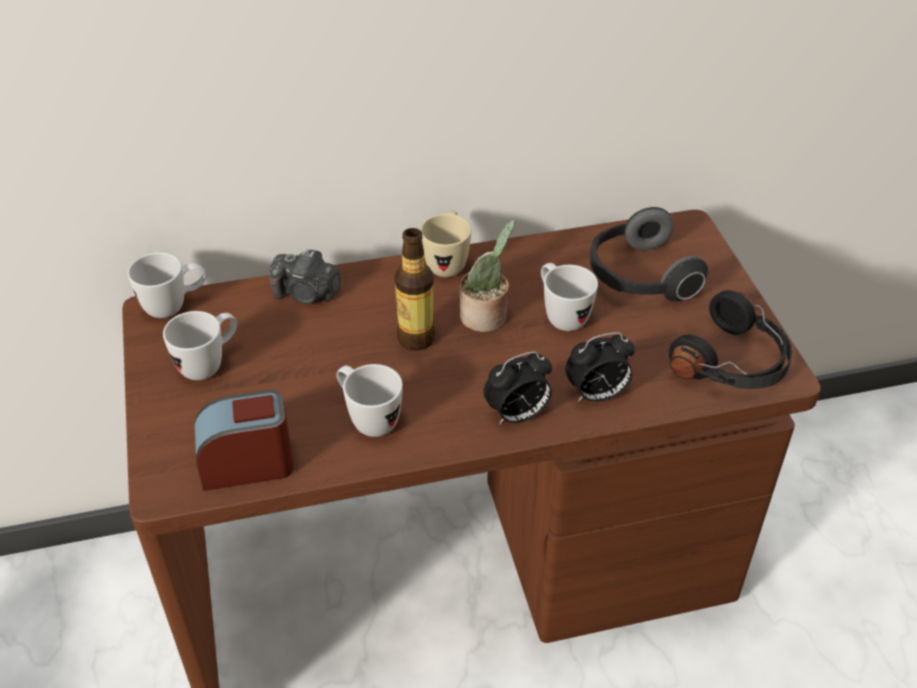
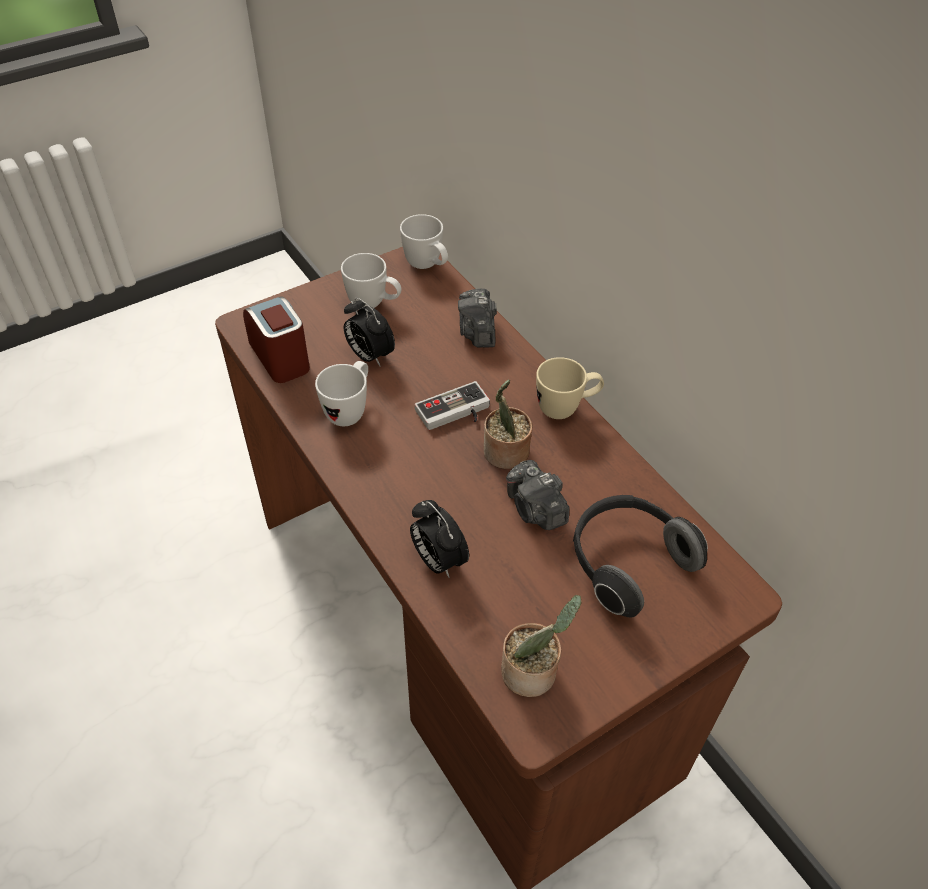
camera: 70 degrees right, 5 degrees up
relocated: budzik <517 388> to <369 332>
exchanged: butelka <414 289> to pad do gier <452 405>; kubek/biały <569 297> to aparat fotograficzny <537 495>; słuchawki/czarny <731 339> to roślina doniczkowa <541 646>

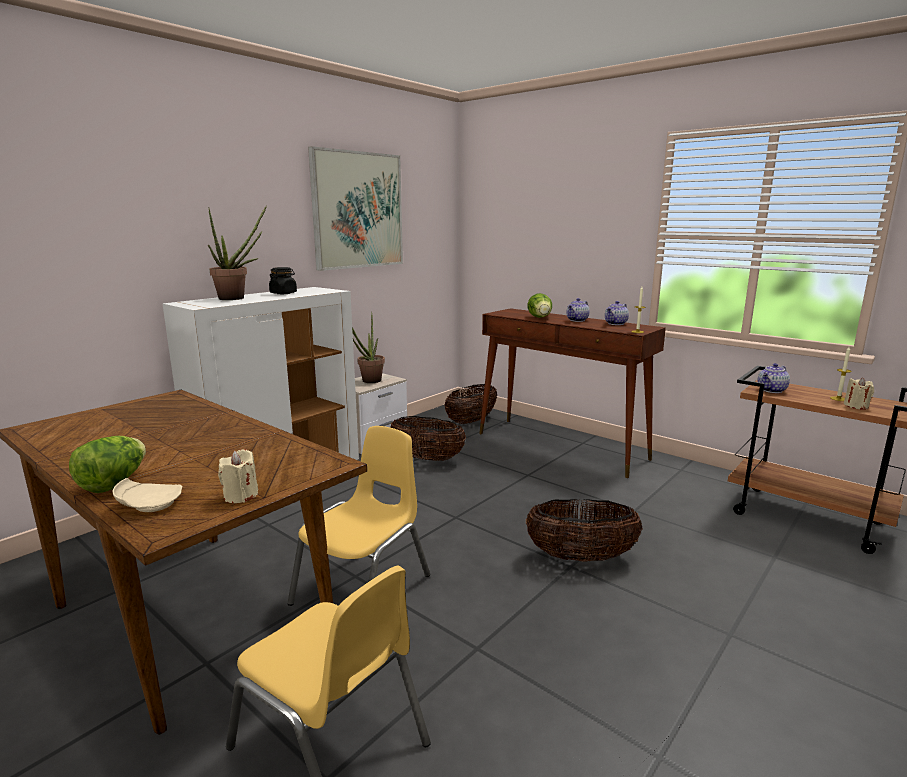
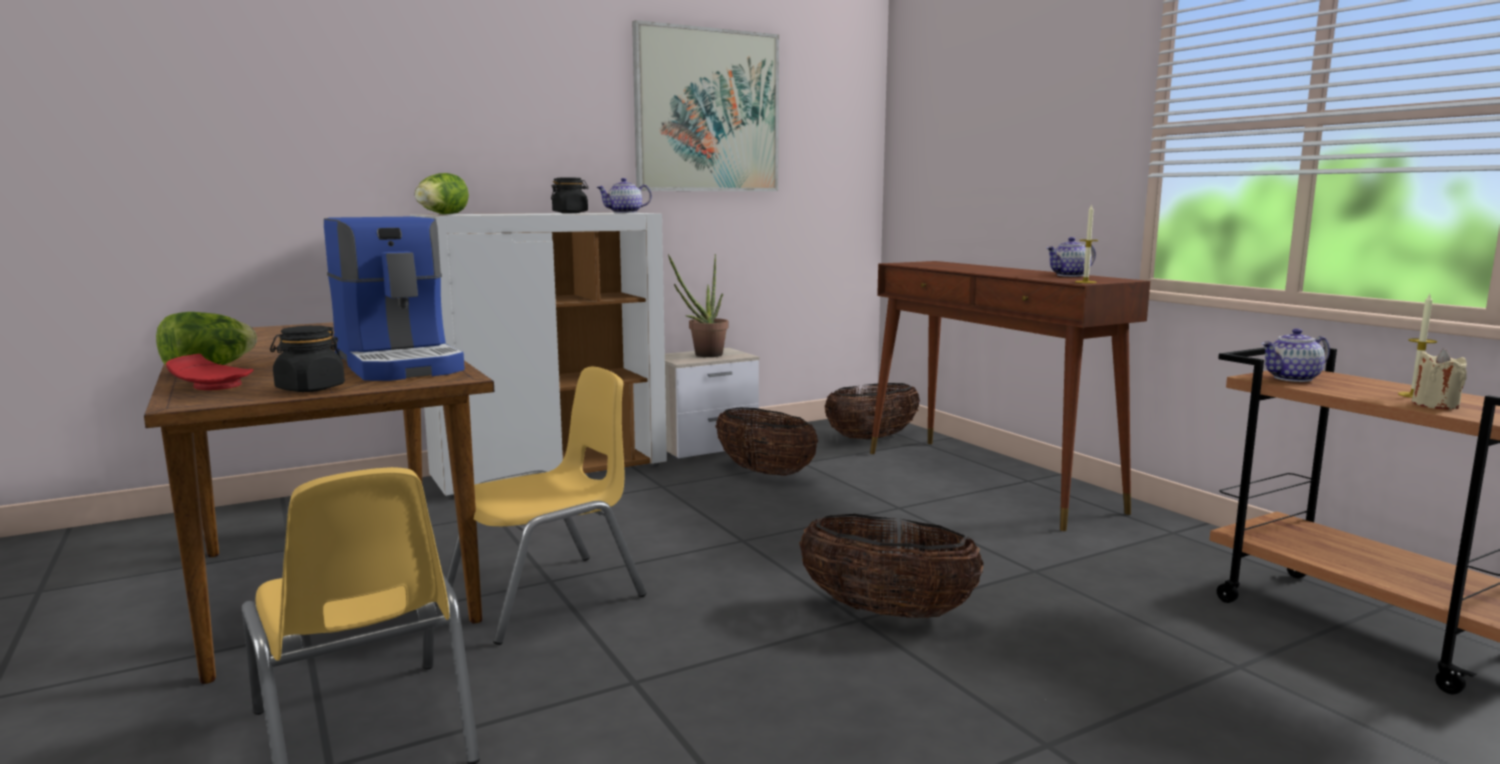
camera: 20 degrees right, 5 degrees down
missing: roślina doniczkowa <237 252>
appeared: ekspres do kawy <394 299>
relocated: sałata <539 305> to <442 193>; imbryk <577 310> to <624 195>
exchanged: świeca/beżowy <238 476> to słoik/czarny <307 359>
colour: talerz/beżowy <147 495> to talerz/czerwony <210 372>

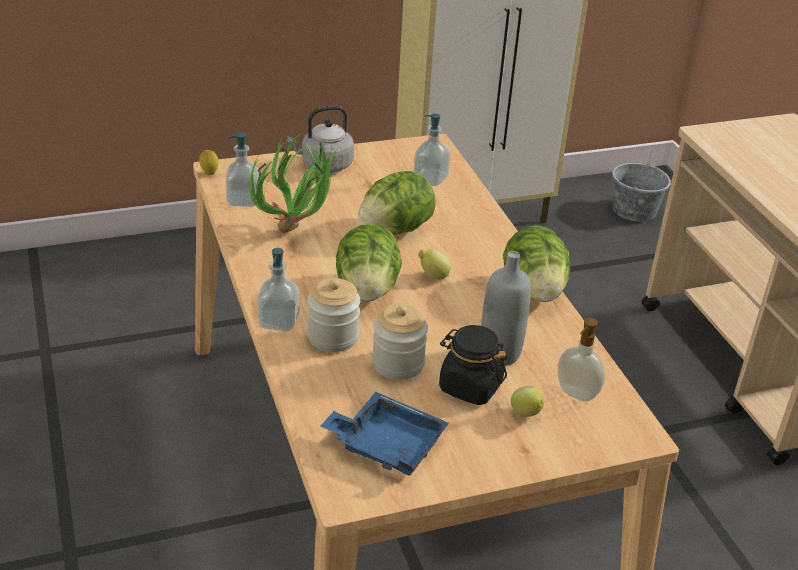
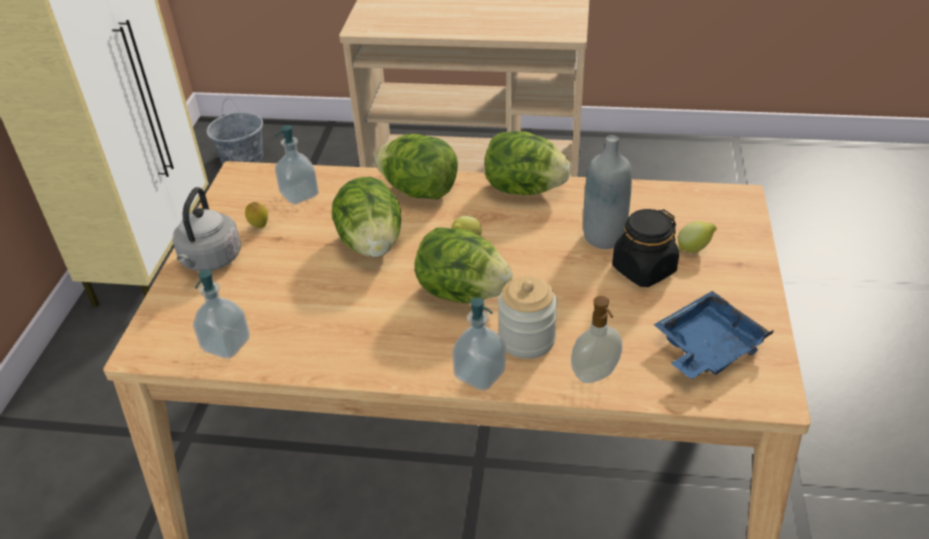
camera: 60 degrees left, 5 degrees up
missing: roślina doniczkowa <293 183>; słoik <400 341>
appeared: sałata <416 166>
relocated: cytryna <209 162> to <256 215>; dozownik mydła <581 360> to <596 339>

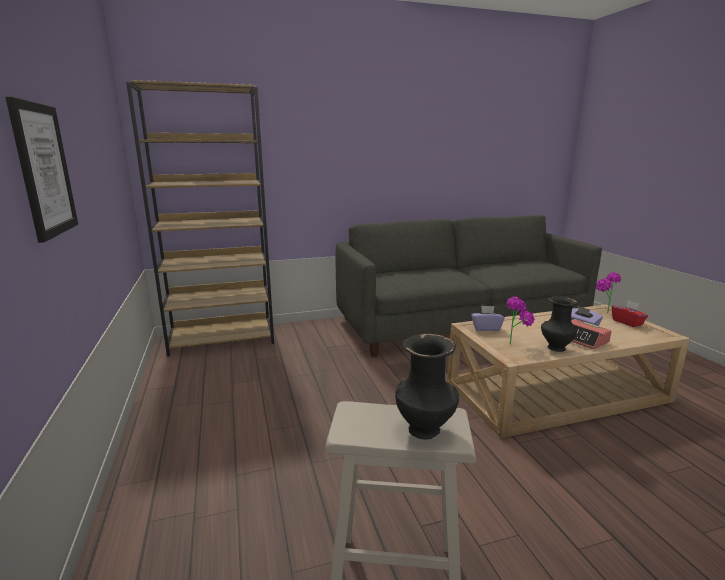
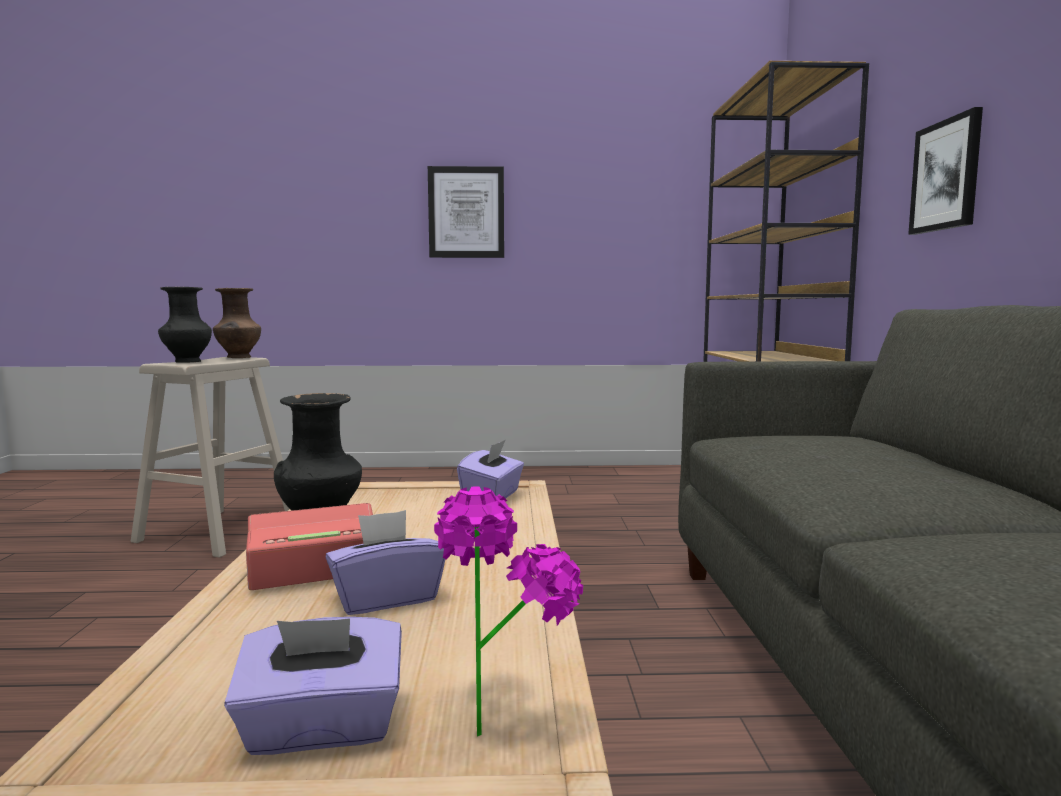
camera: 105 degrees right, 10 degrees down
missing: roślina doniczkowa <520 320>
appeared: wazon/brązowy <237 323>; obraz <945 171>
colour: pudełko chusteczek/czerwony <630 313> to pudełko chusteczek/fioletowy <313 686>

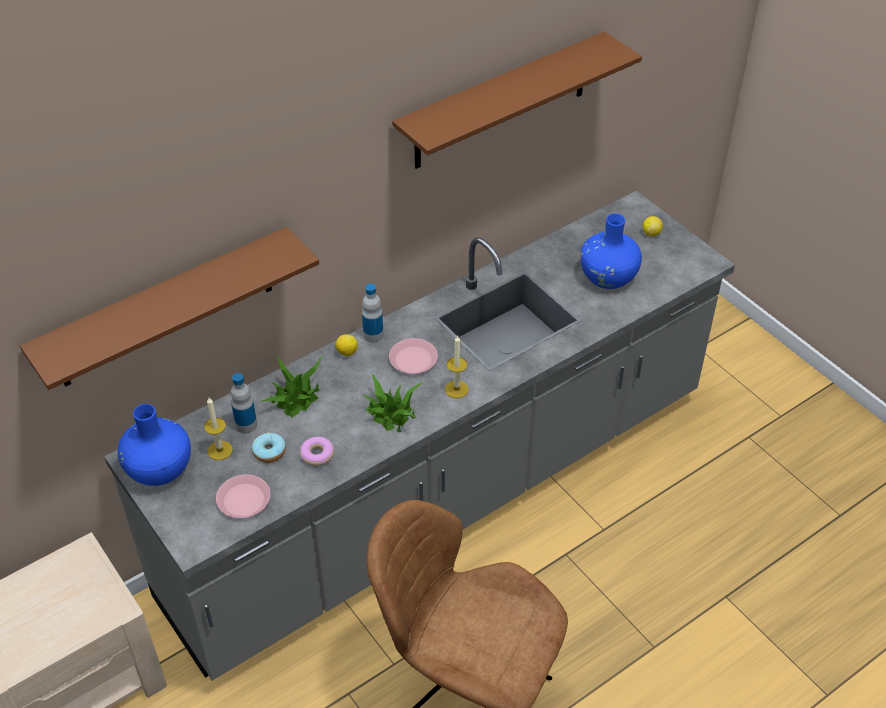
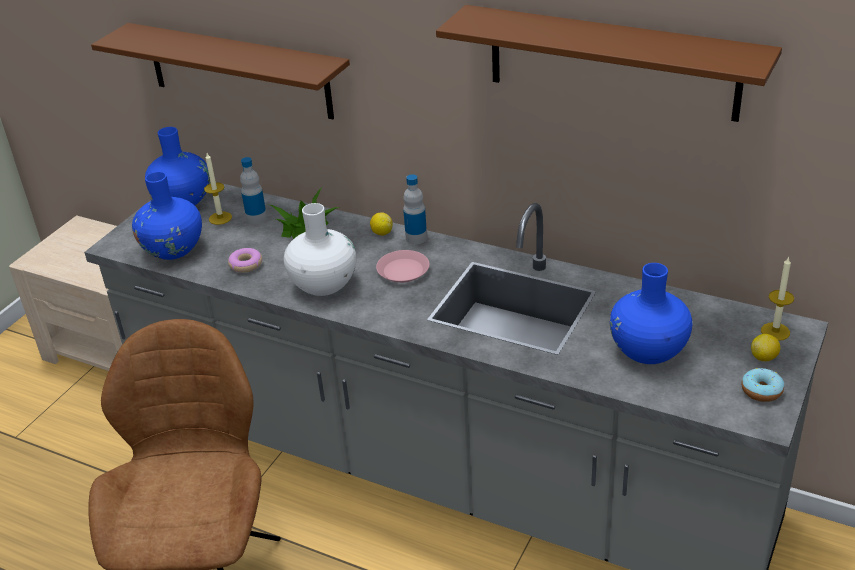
camera: 65 degrees right, 10 degrees down
relocated: donut <269 448> to <763 385>; świeca <457 366> to <777 298>
exchanged: talerz/różowy <243 496> to wazon/niebieski <167 216>; roślina doniczkowa <393 403> to wazon/biały <320 249>

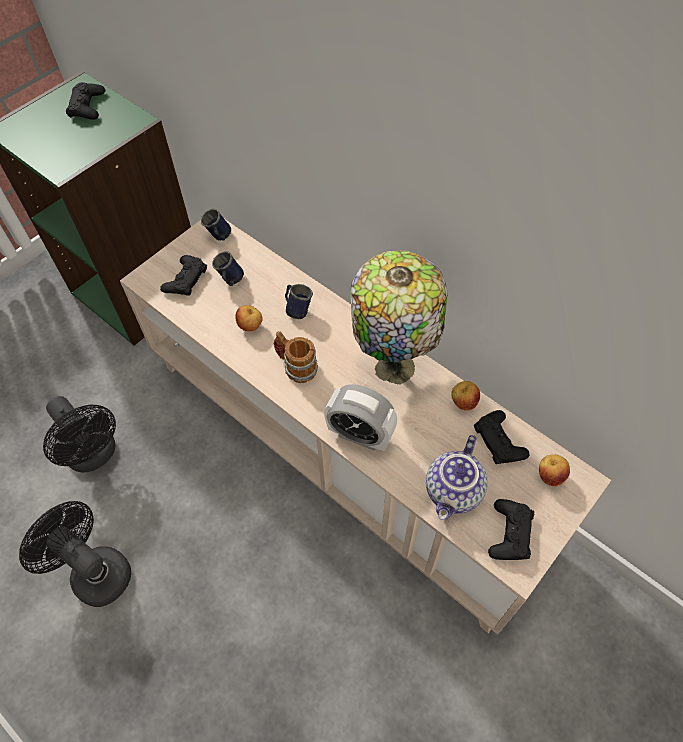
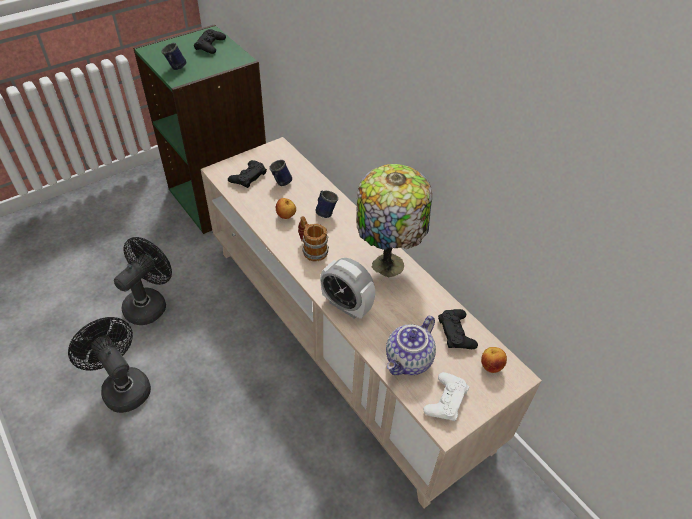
camera: 10 degrees right, 10 degrees down
missing: jabłko <465 396>
relocated: kubek/niebieski <216 225> to <174 56>
colour: pad do gier/czarny <511 529> to pad do gier/biały <446 396>
spun: wentylator/czarny <79 434> = <143 281> 120 degrees counterclockwise

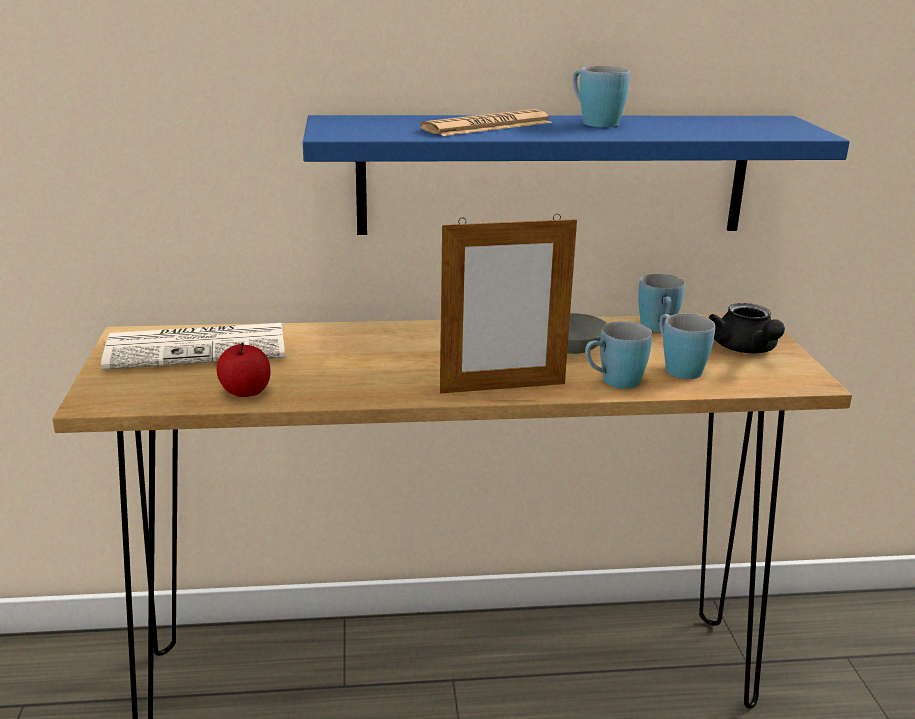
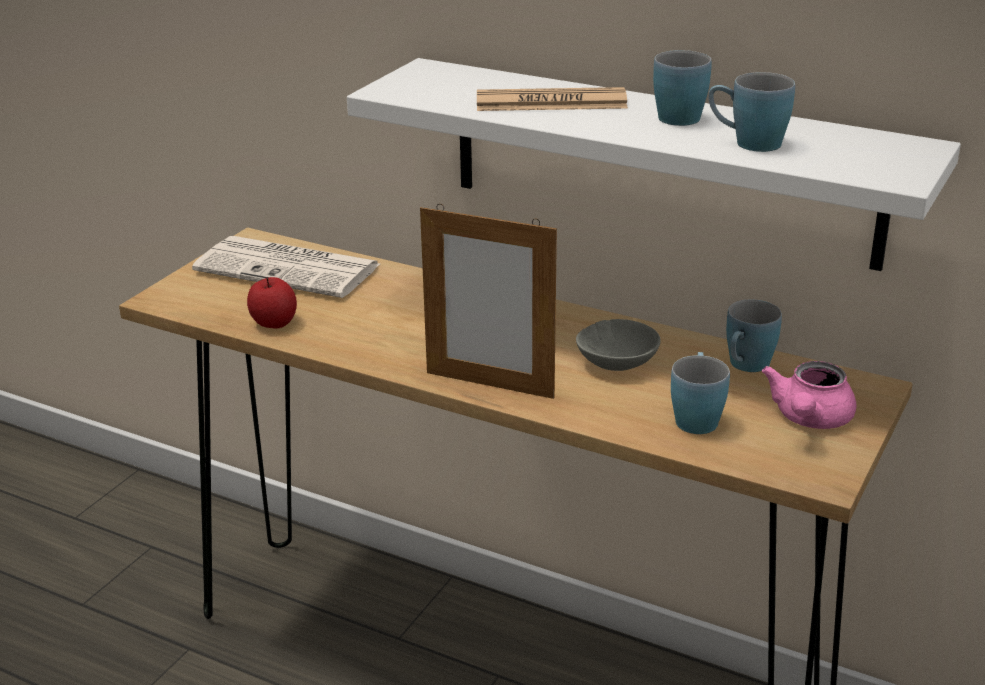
camera: 35 degrees right, 5 degrees up
relocated: kubek/niebieski <618 355> to <752 112>
colour: półka/niebieski <576 175> to półka/biały <654 164>; imbryk/czarny <747 328> to imbryk/różowy <809 395>

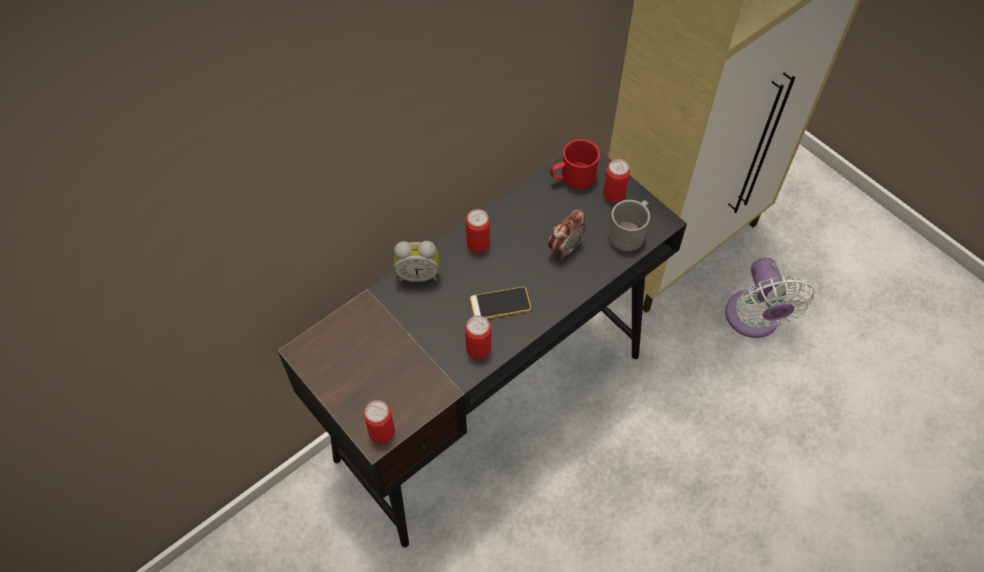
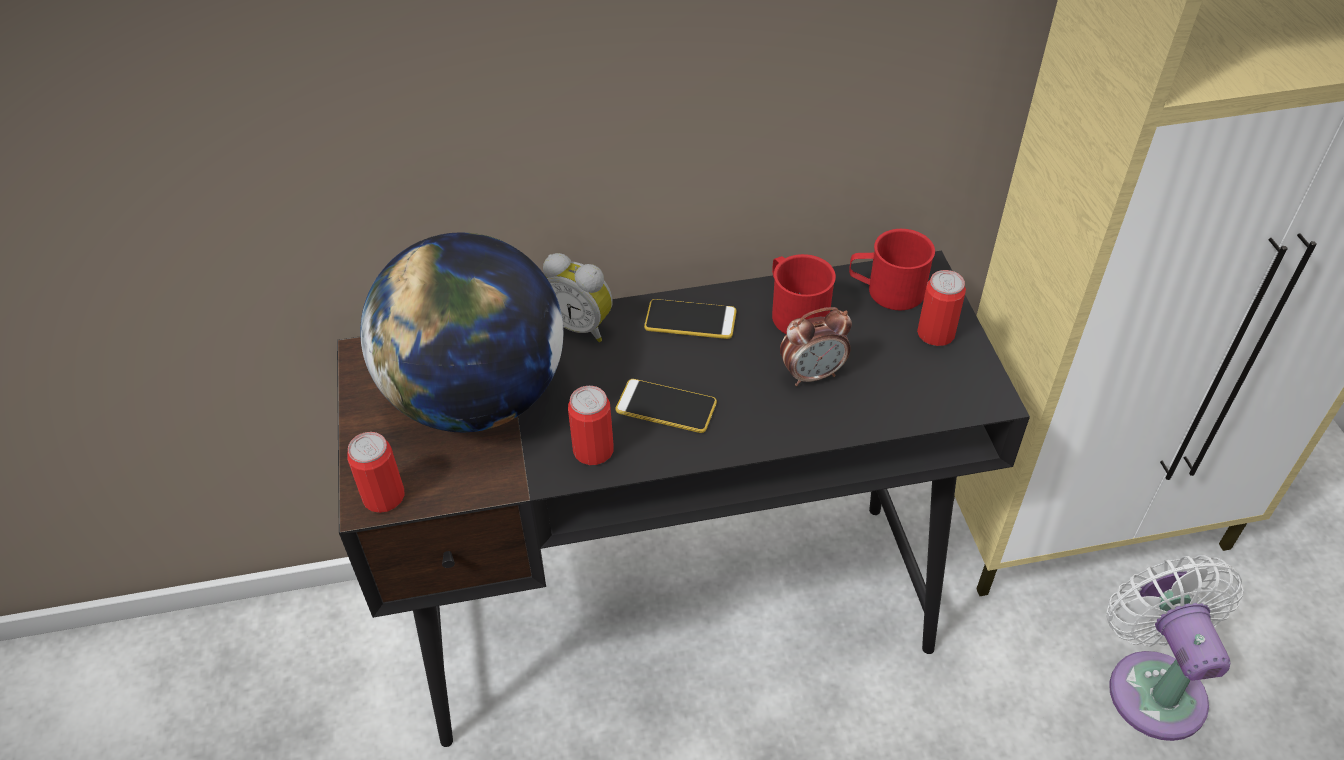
camera: 30 degrees right, 10 degrees down
missing: kubek/szary <629 225>
appeared: globus <461 332>; kubek/czerwony <804 294>
exchanged: puszka <478 231> to telefon <690 319>
spun: wentylator/biały <770 298> = <1175 648> 150 degrees clockwise

